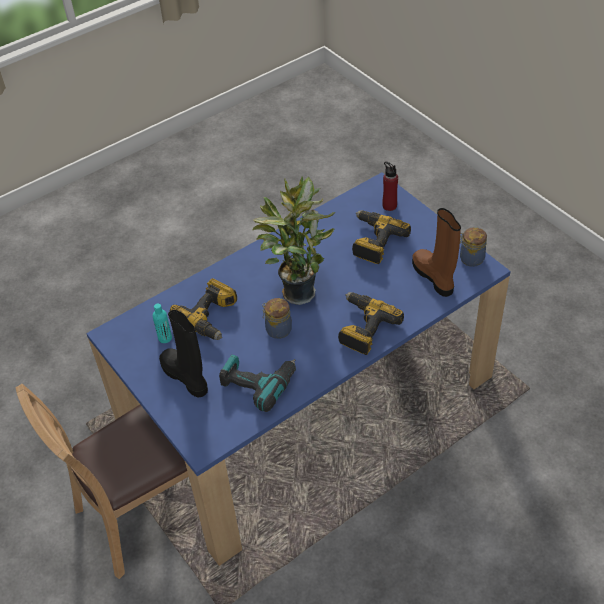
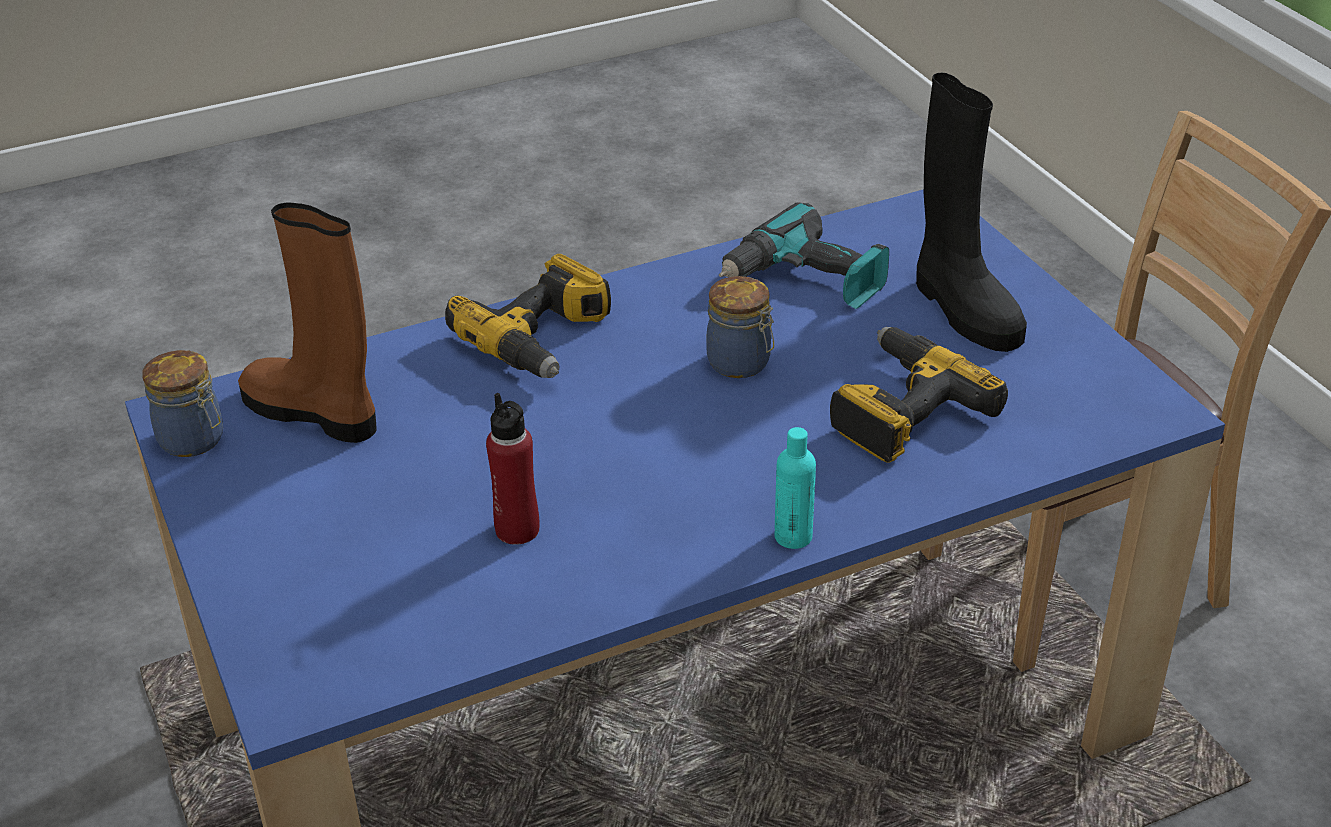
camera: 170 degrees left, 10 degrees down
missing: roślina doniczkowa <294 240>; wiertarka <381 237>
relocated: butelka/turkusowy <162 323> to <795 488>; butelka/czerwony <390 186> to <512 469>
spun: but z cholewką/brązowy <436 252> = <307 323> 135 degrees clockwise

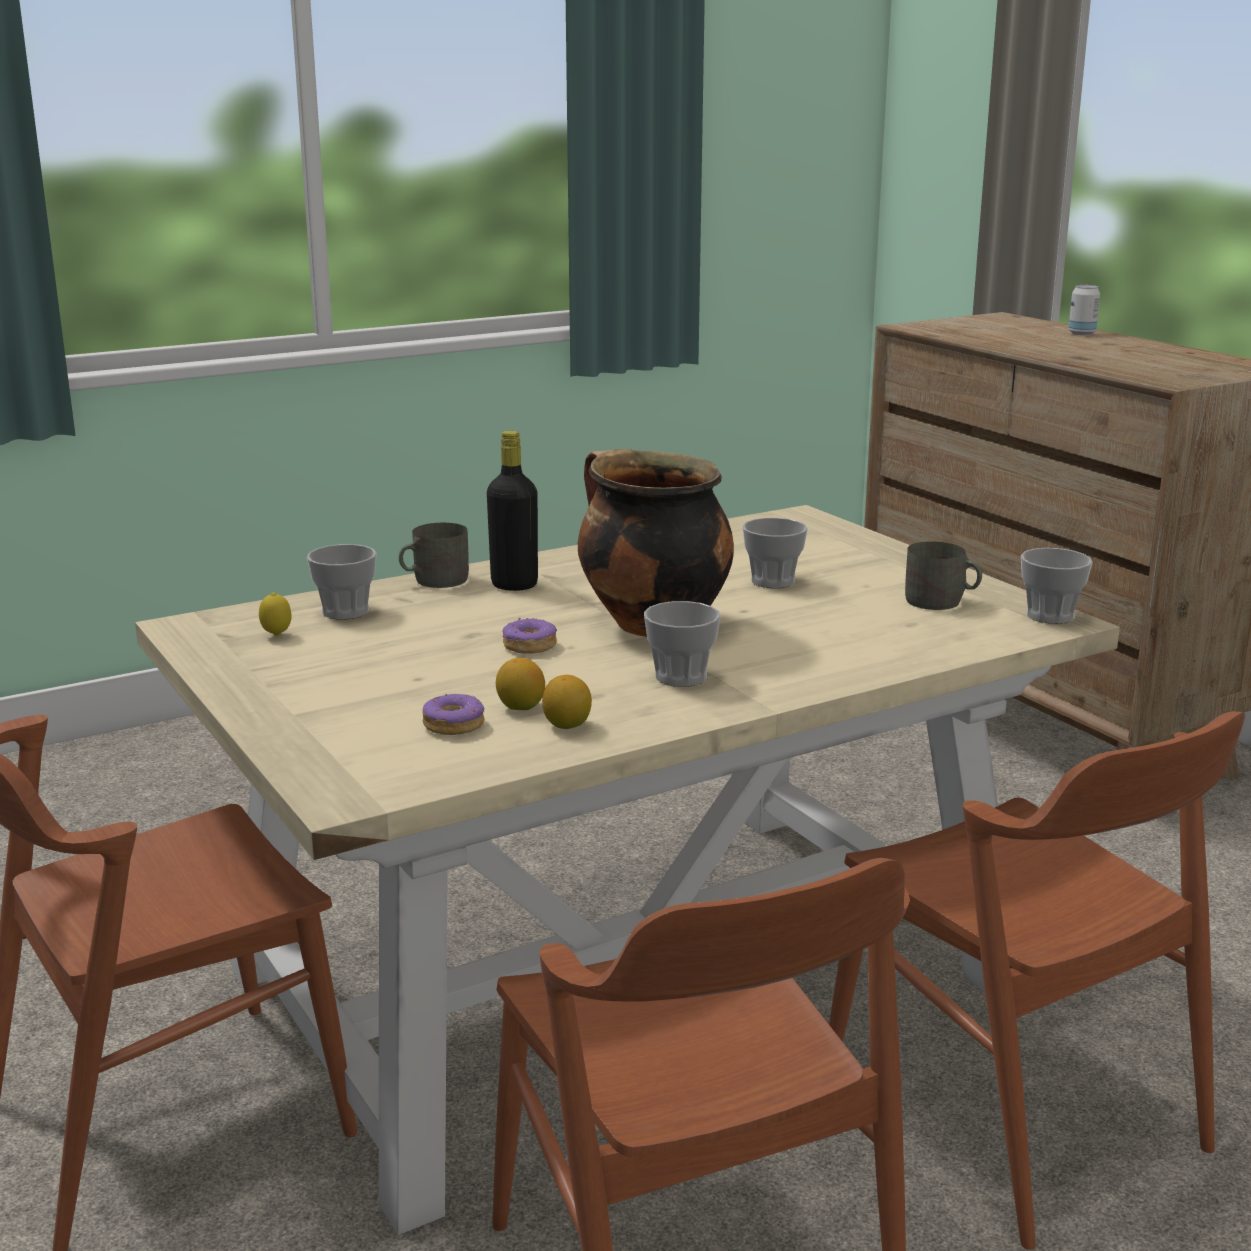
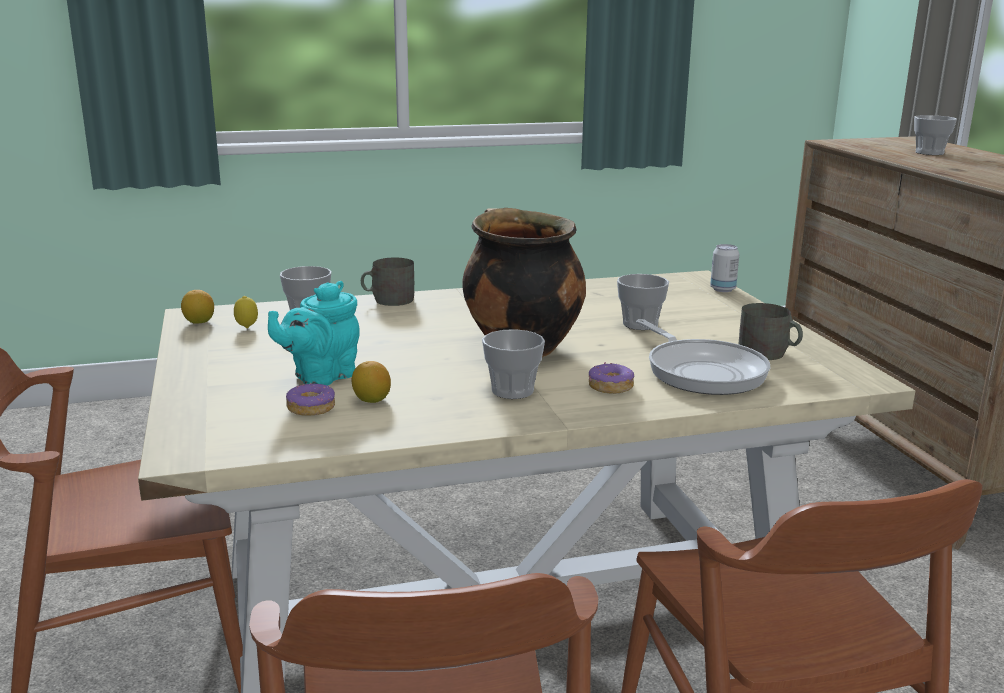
camera: 15 degrees right, 0 degrees up
missing: butelka/czarny <512 511>
appeared: imbryk/turkusowy <314 333>; patelnia <703 357>
relocated: donut <530 635> to <611 378>; cytryna <567 702> to <197 307>; filiżanka <1057 586> to <935 135>; puszka <1084 310> to <725 268>

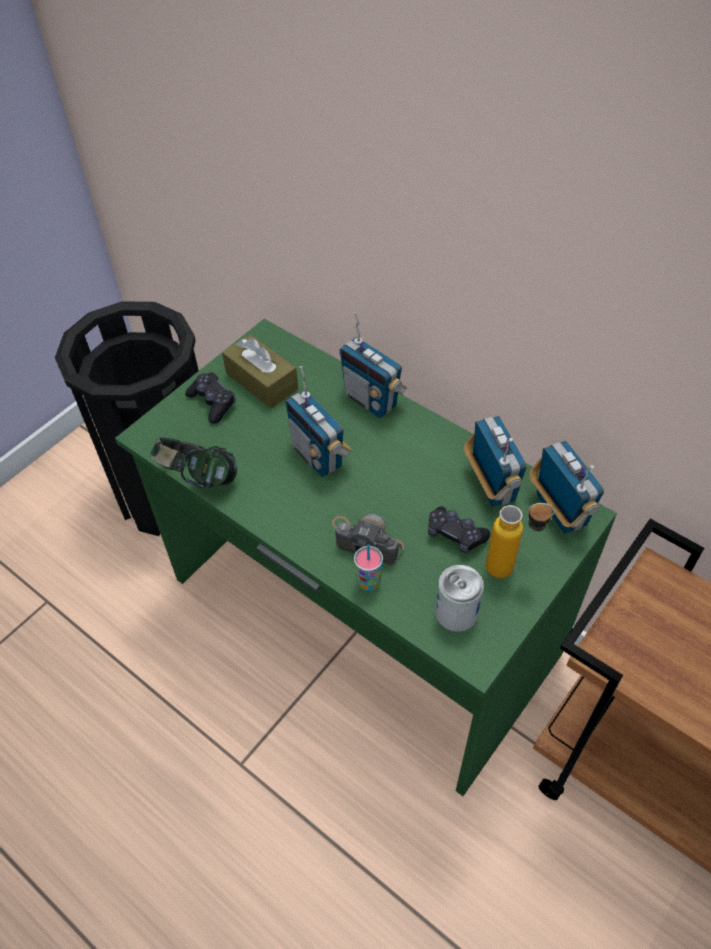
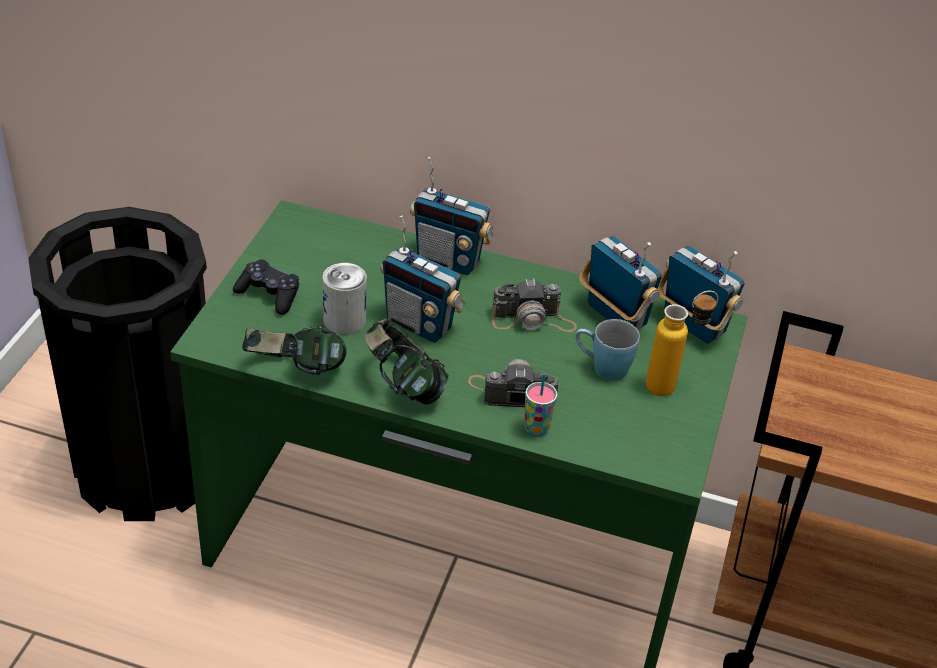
camera: 25 degrees left, 10 degrees down
missing: pudełko chusteczek/brązowy <260 371>
appeared: słuchawki <406 362>; aparat fotograficzny <534 305>
relocated: puszka <460 598> to <344 299>
exchanged: pad do gier/czarny <459 530> to kubek/niebieski <608 350>

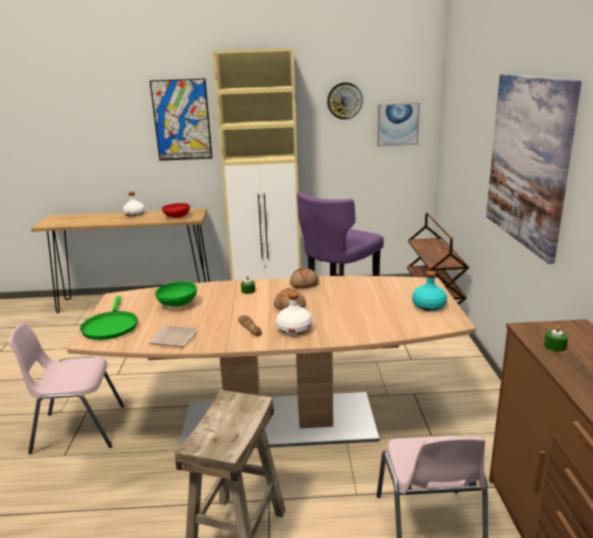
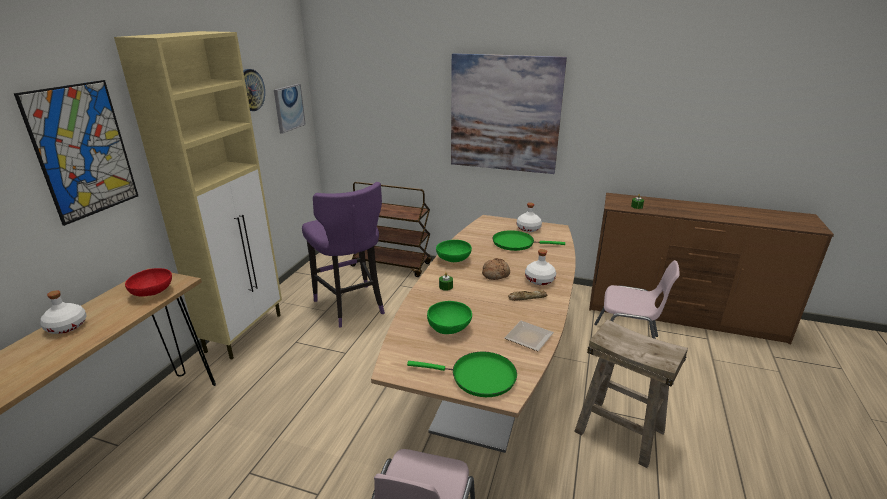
camera: 70 degrees left, 5 degrees up
appeared: patelnia/zielony <529 240>
exchanged: chleb <304 278> to miska/zielony <454 251>
colour: butelka/turkusowy <429 291> to butelka/biały <529 217>

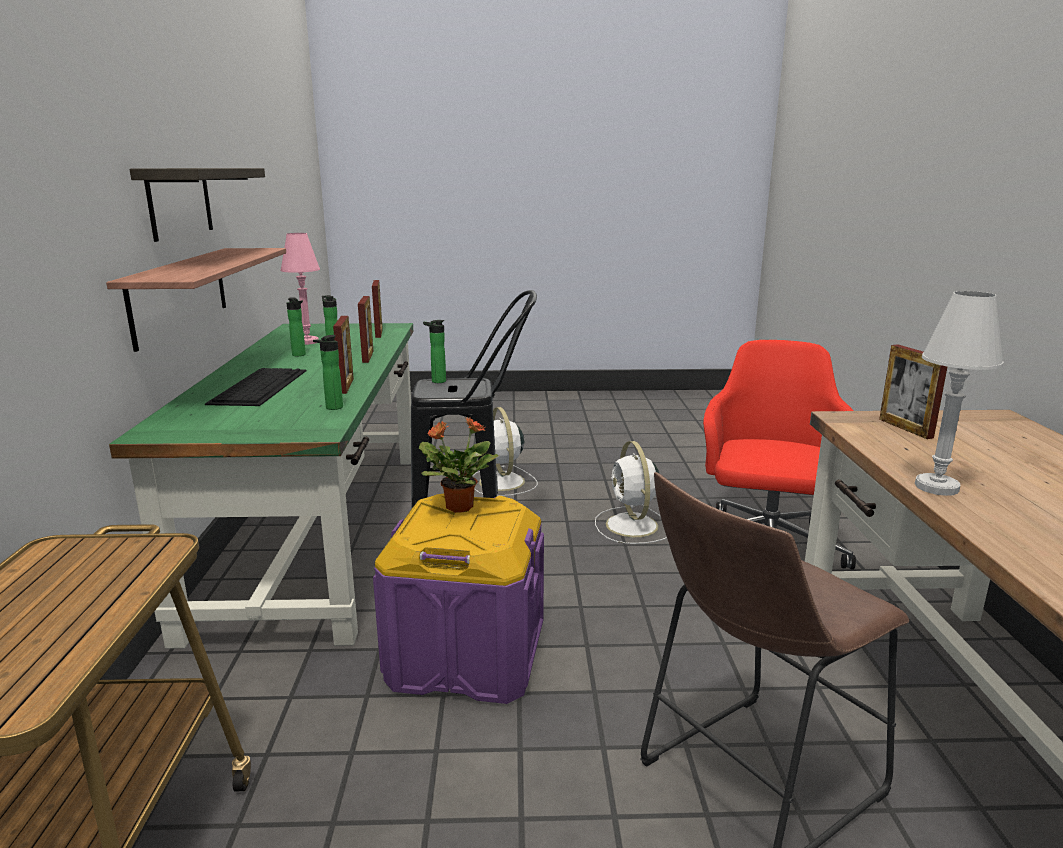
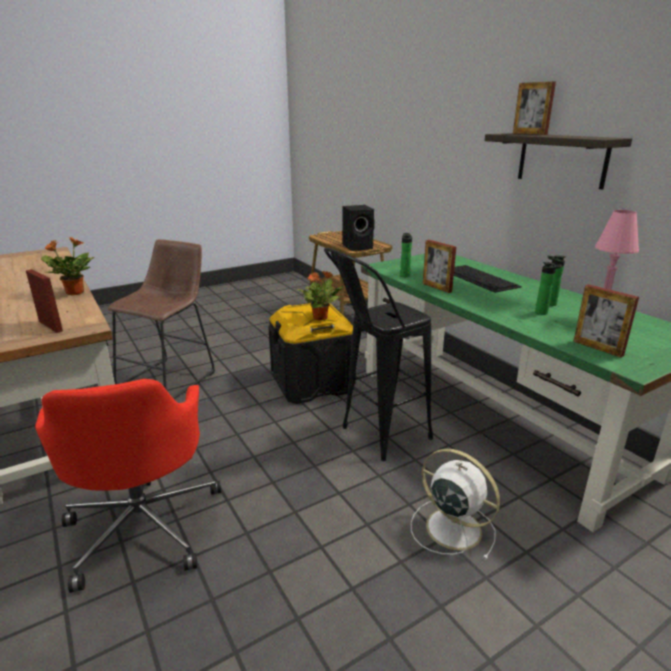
camera: 150 degrees right, 5 degrees up
missing: półka <196 300>; butelka <434 351>; wentylator/biały <631 492>
appeared: głośnik/czarny <358 228>
relocated: ramka na zdjęcie <365 329> to <534 108>
exchanged: lampa stołowa/biały <959 393> to roślina doniczkowa <67 266>
colour: pojemnik do przechowywania/fioletowy <458 599> to pojemnik do przechowywania/czarny <312 353>

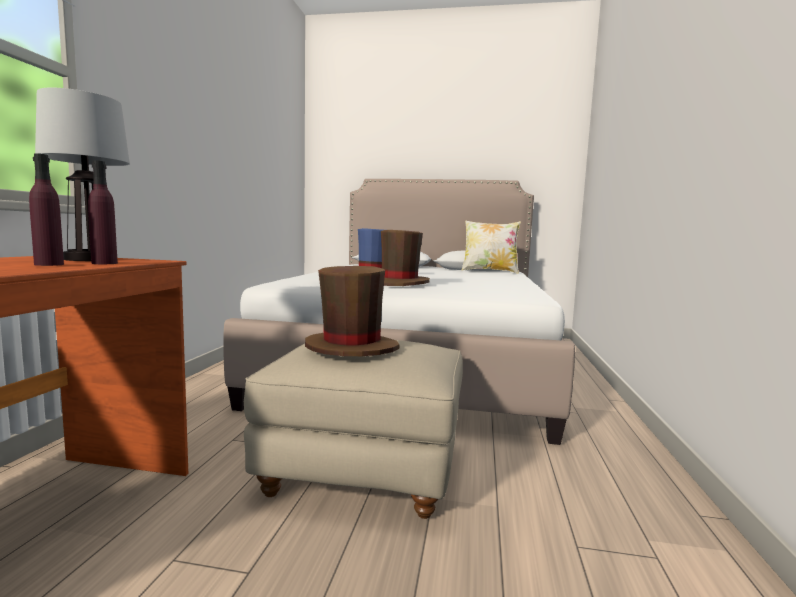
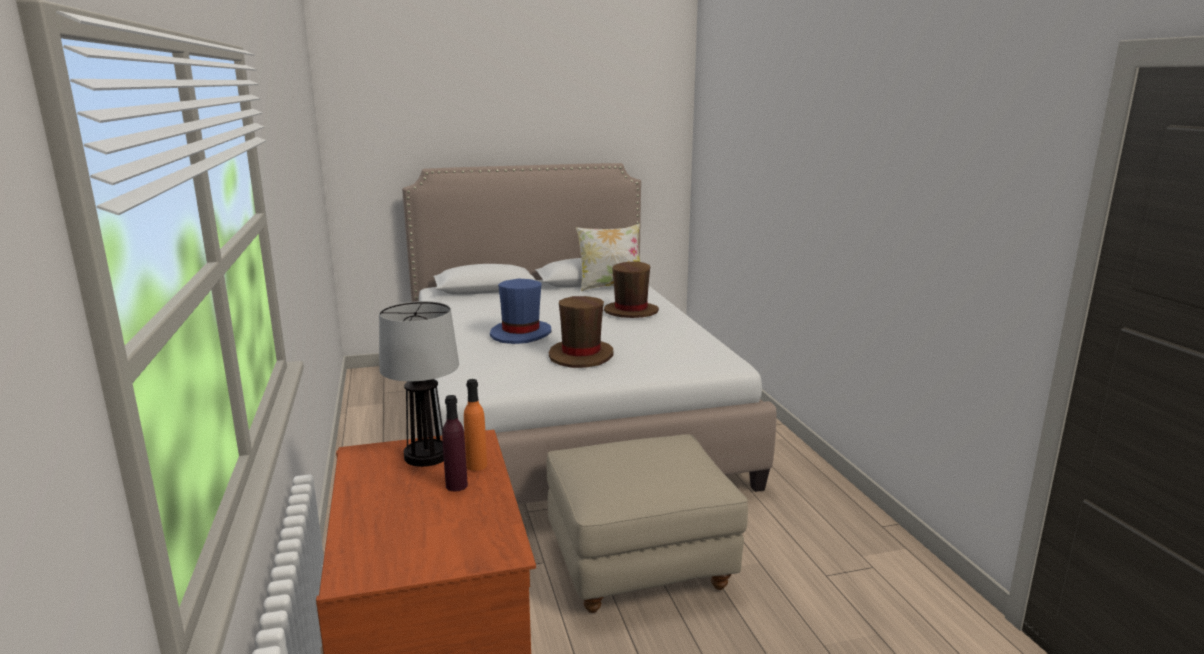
camera: 25 degrees left, 10 degrees up
relocated: kapelusz/brązowy <352 311> to <631 290>
colour: butelka/fioletowy <103 212> to butelka/pomarańczowy <475 425>

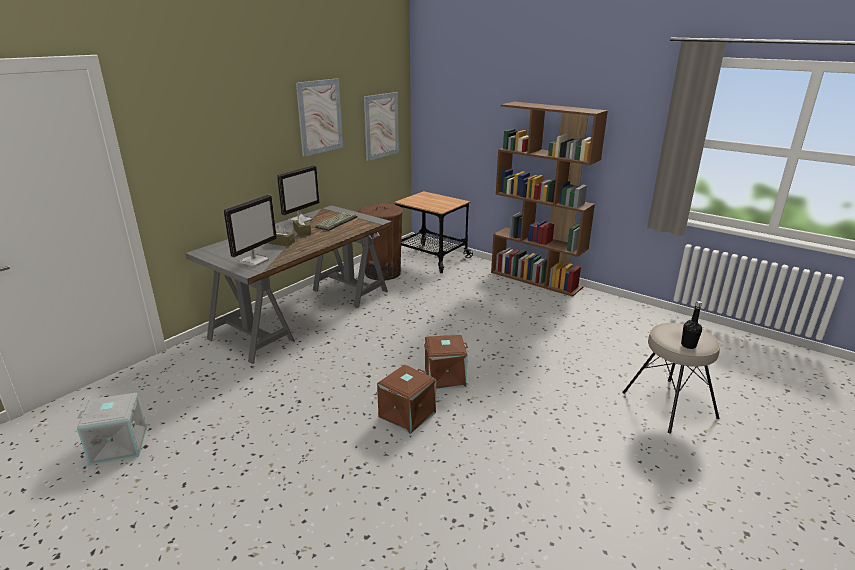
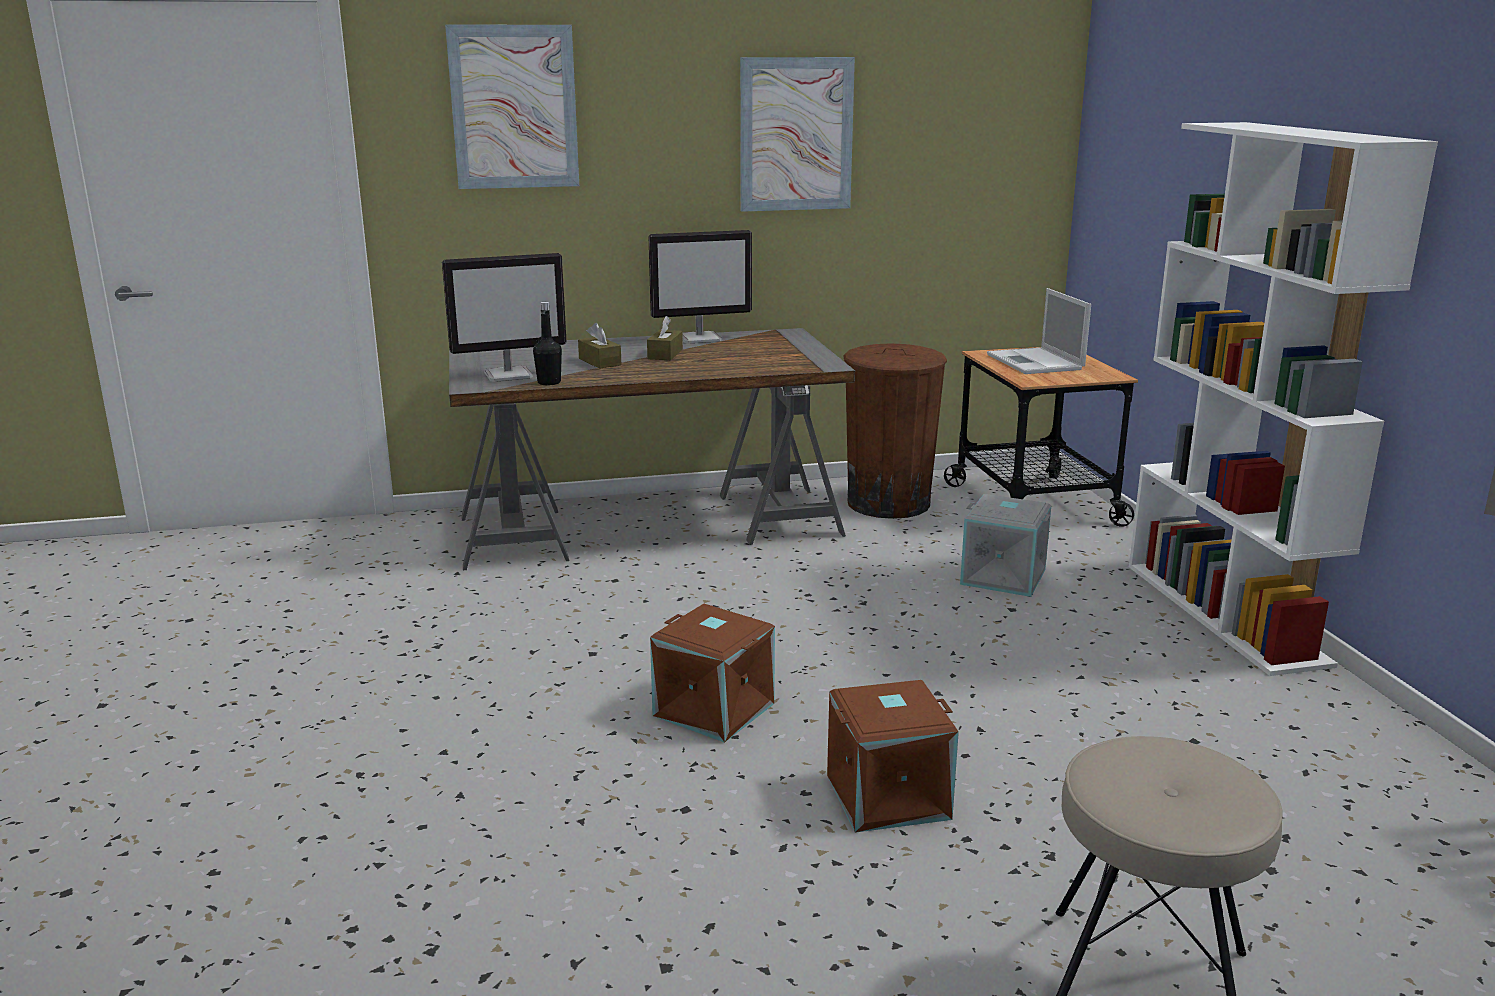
camera: 40 degrees right, 5 degrees down
missing: klawiatura <336 221>
appeared: laptop <1039 331>
relocated: pojemnik do przechowywania/szary <112 429> to <1005 545>; obraz <381 126> to <512 106>; pojemnik do przechowywania/brązowy <406 399> to <893 756>; butelka/czarny <691 325> to <547 343>
colour: regał/brązowy <549 199> to regał/biały <1283 399>

